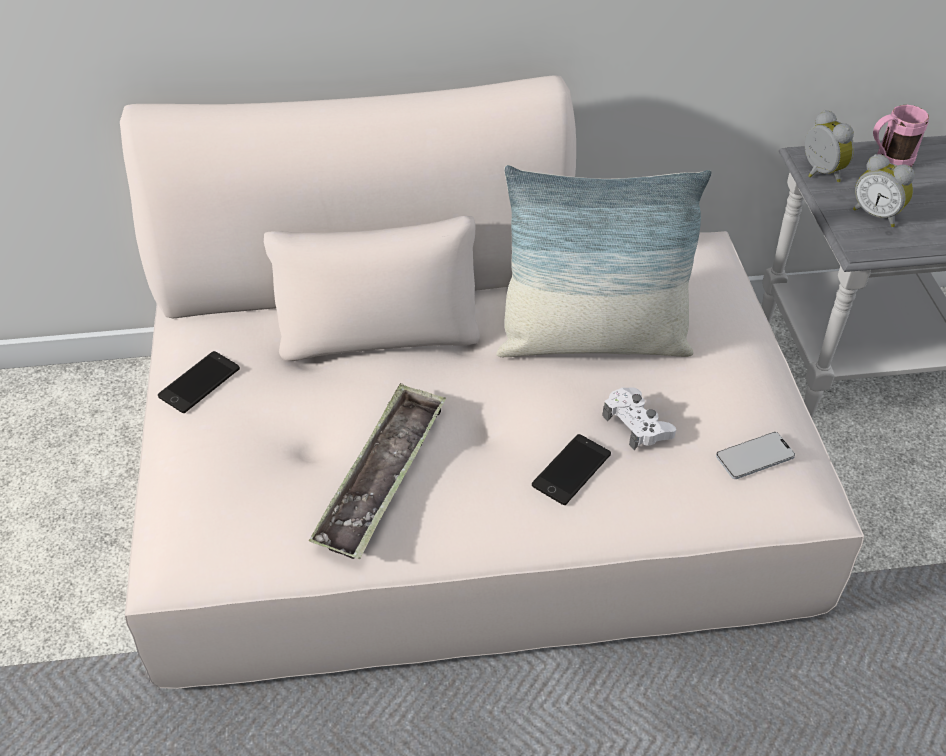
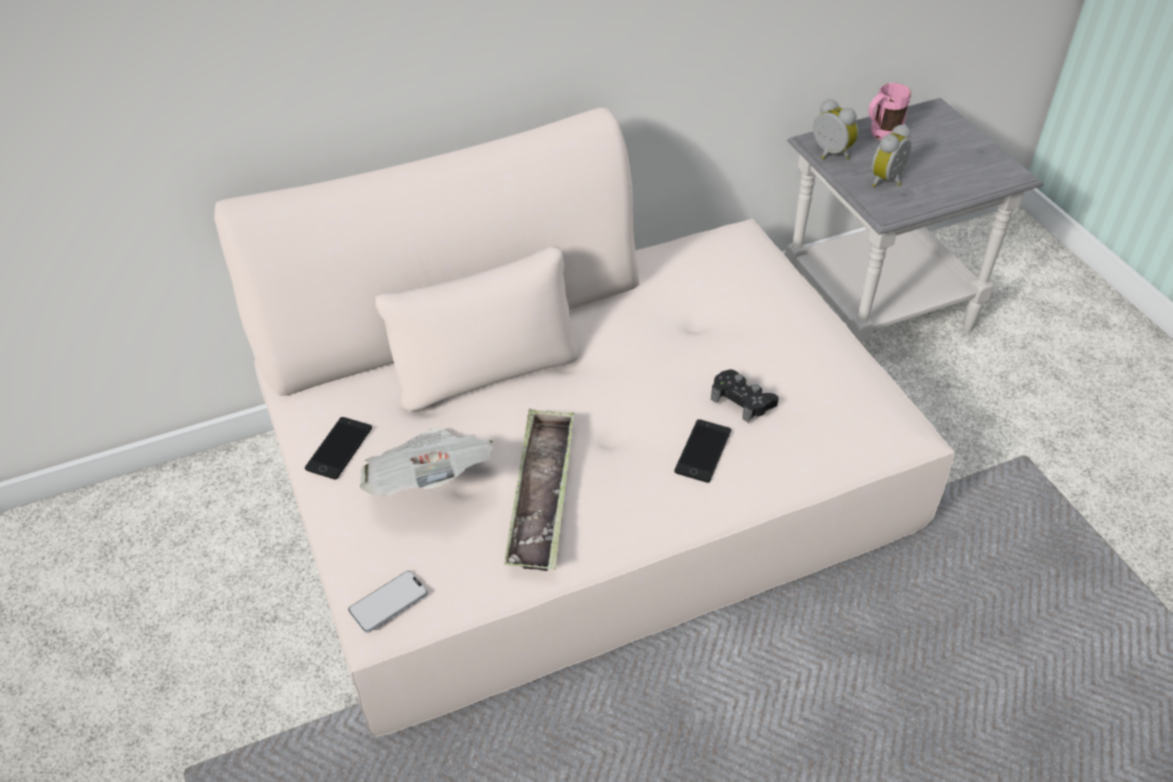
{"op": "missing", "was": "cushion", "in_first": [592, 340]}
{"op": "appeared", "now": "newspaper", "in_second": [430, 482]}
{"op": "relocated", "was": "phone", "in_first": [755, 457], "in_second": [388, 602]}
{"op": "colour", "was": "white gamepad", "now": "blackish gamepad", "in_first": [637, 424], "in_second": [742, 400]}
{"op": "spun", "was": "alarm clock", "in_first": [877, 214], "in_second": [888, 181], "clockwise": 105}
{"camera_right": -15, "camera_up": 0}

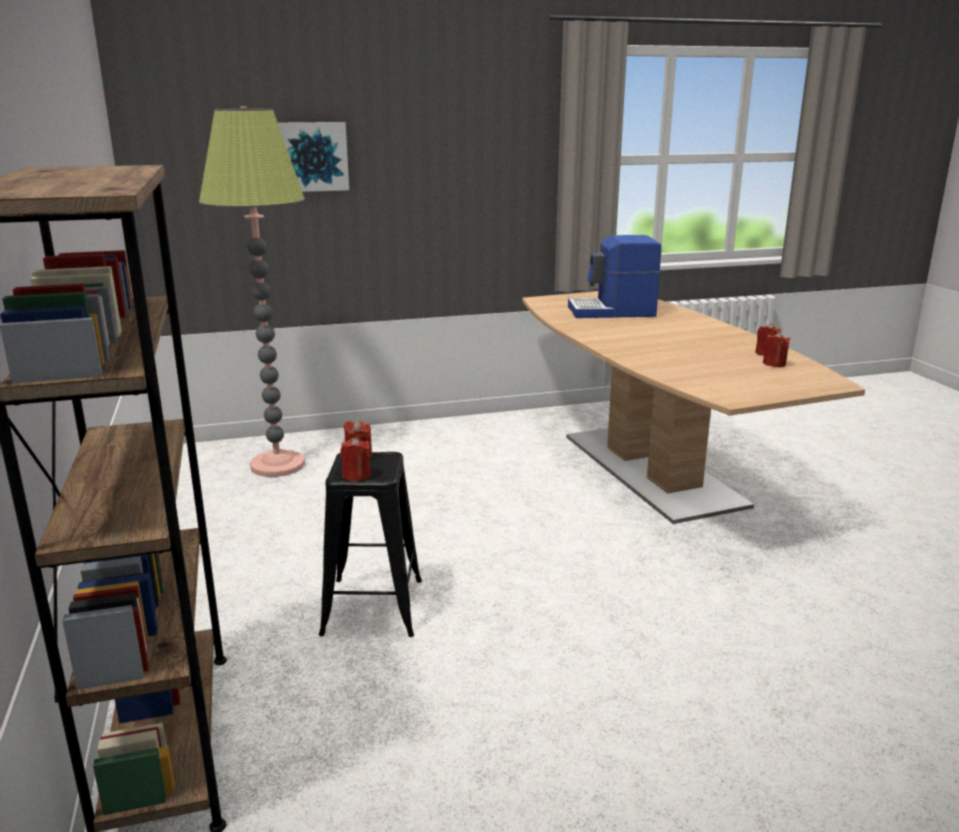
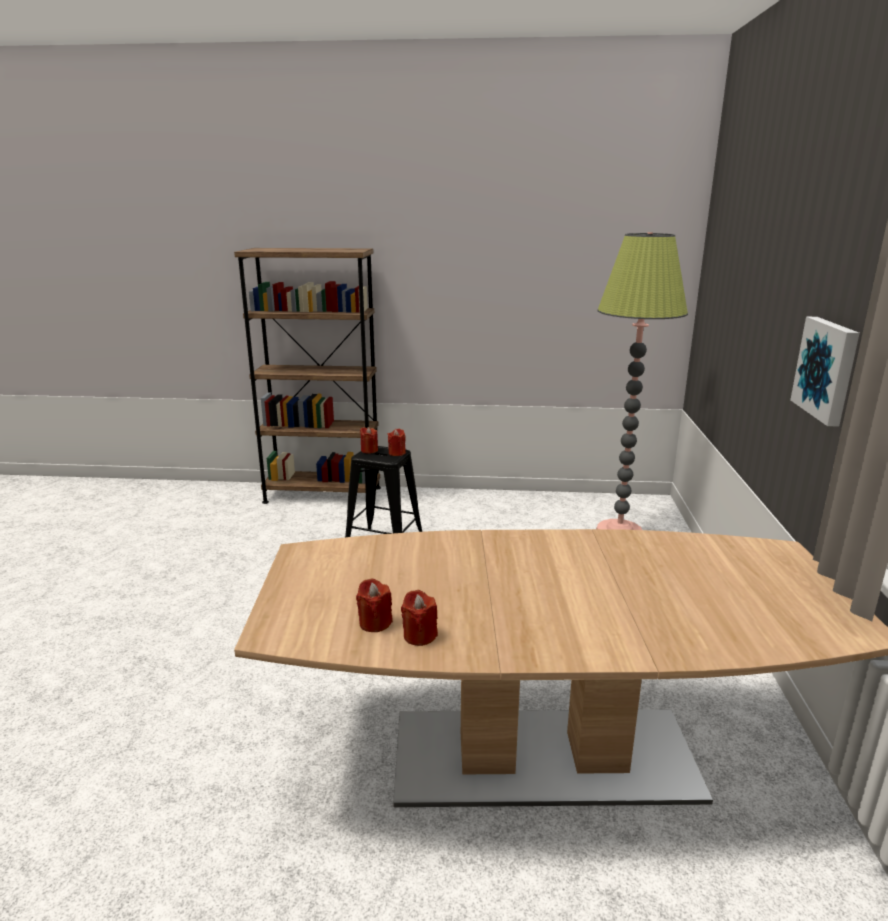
{"op": "missing", "was": "coffee maker", "in_first": [612, 312]}
{"op": "relocated", "was": "wall picture", "in_first": [313, 156], "in_second": [827, 369]}
{"camera_right": 110, "camera_up": 0}

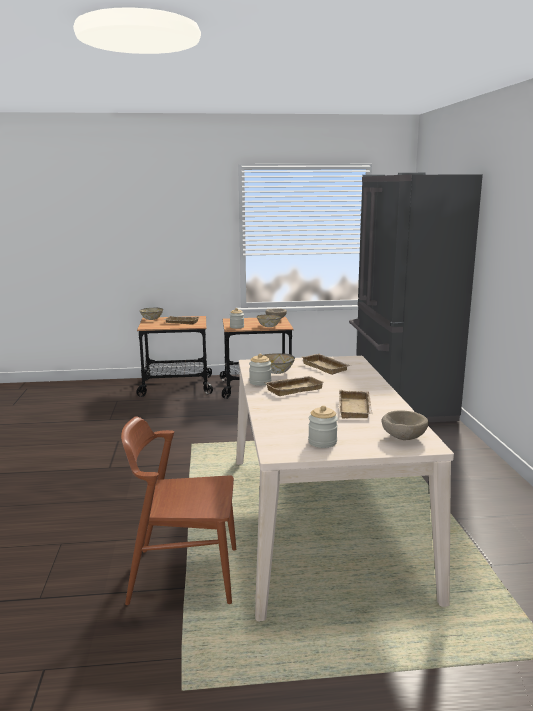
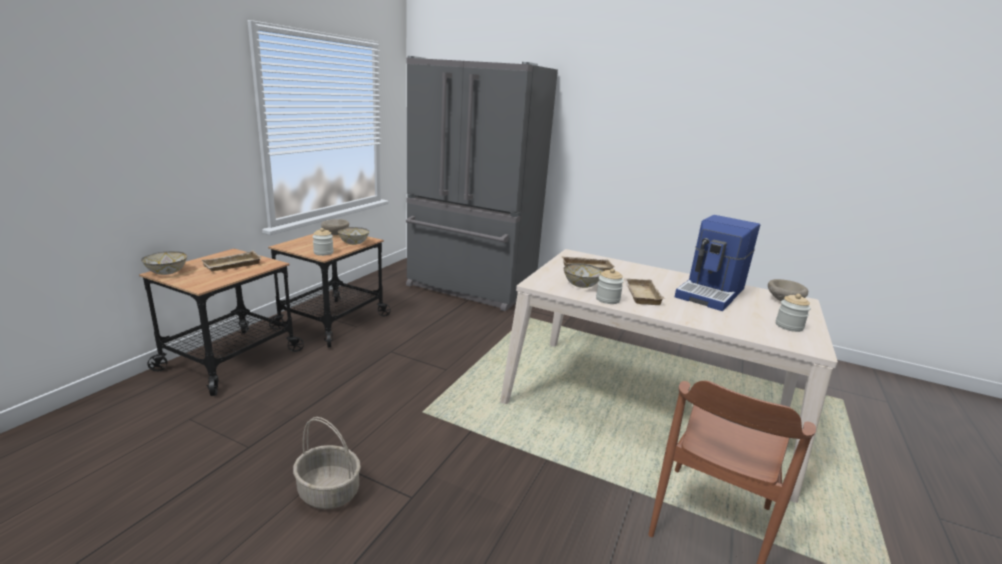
{"op": "appeared", "now": "storage basket", "in_second": [329, 492]}
{"op": "exchanged", "was": "beige carrying tray", "now": "coffee maker", "in_first": [356, 409], "in_second": [711, 293]}
{"camera_right": -60, "camera_up": 5}

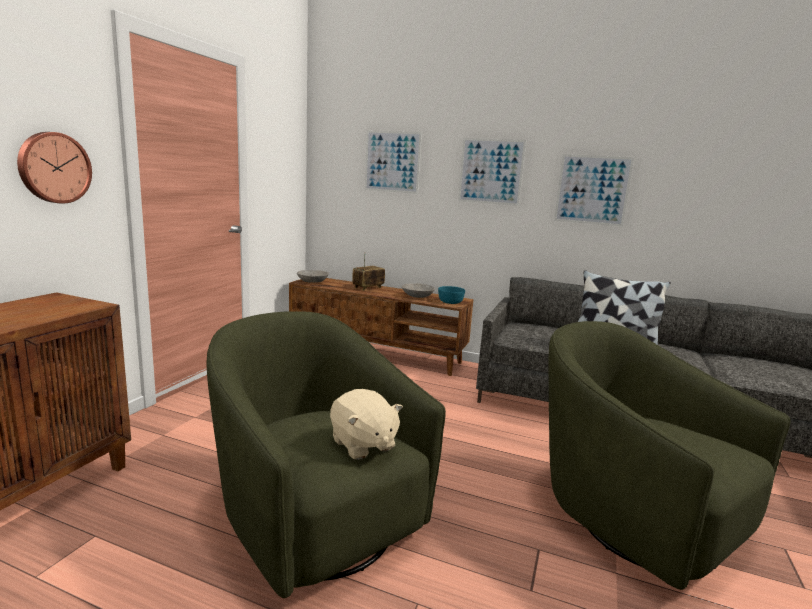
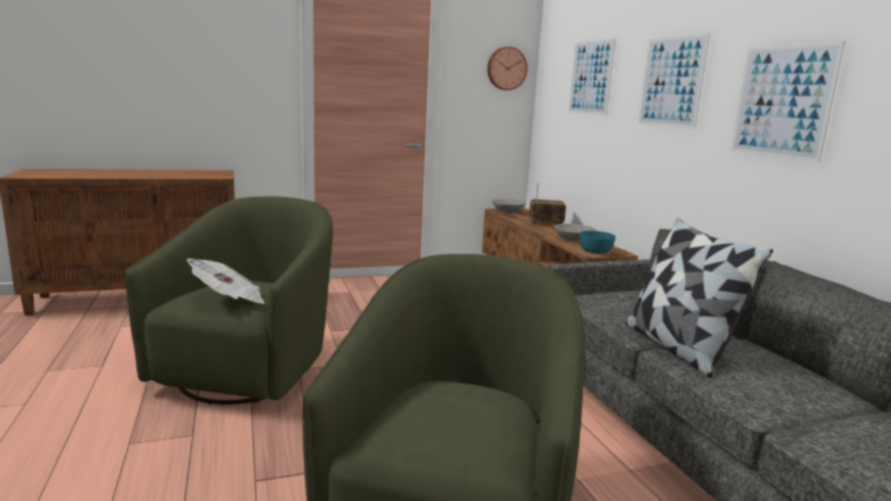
{"op": "relocated", "was": "wall clock", "in_first": [53, 168], "in_second": [506, 68]}
{"op": "exchanged", "was": "beige soft toy", "now": "newspaper", "in_first": [363, 444], "in_second": [229, 300]}
{"camera_right": 50, "camera_up": 0}

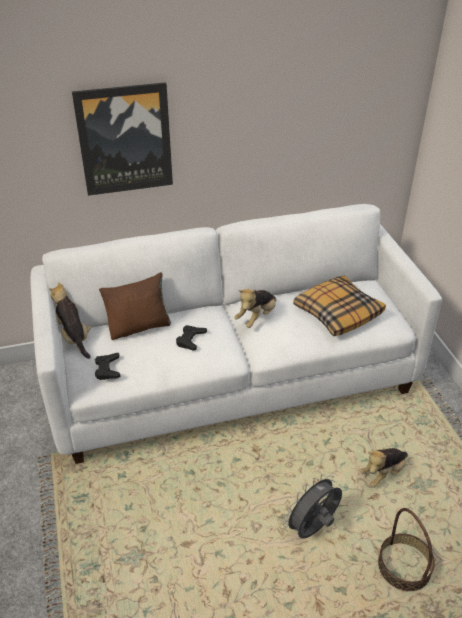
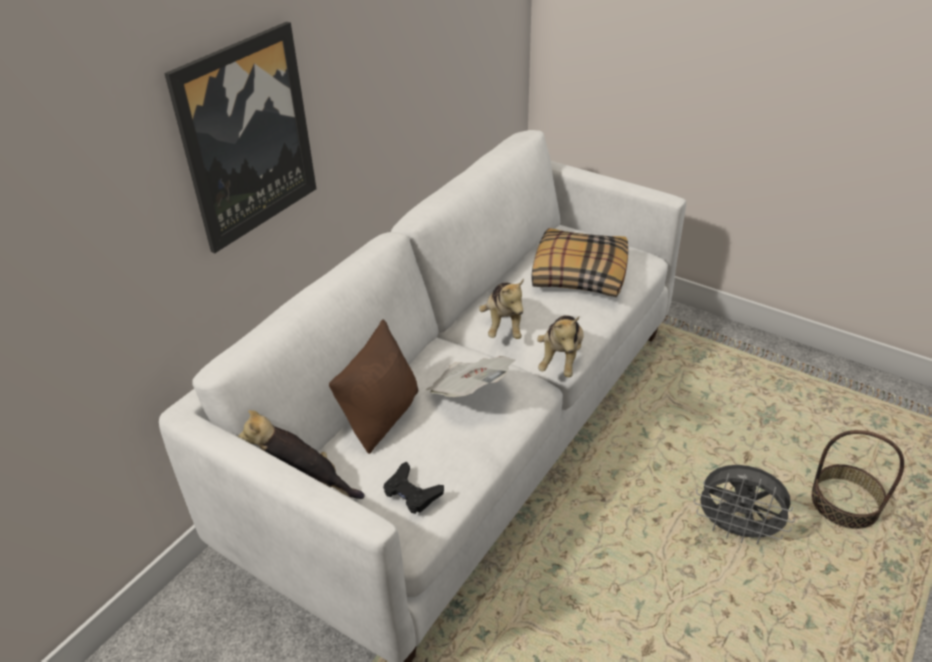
{"op": "relocated", "was": "soft toy", "in_first": [383, 473], "in_second": [561, 359]}
{"op": "exchanged", "was": "blackish gamepad", "now": "newspaper", "in_first": [190, 340], "in_second": [470, 392]}
{"op": "spun", "was": "greyish cooling fan", "in_first": [312, 529], "in_second": [736, 530], "clockwise": -75}
{"camera_right": -40, "camera_up": 0}

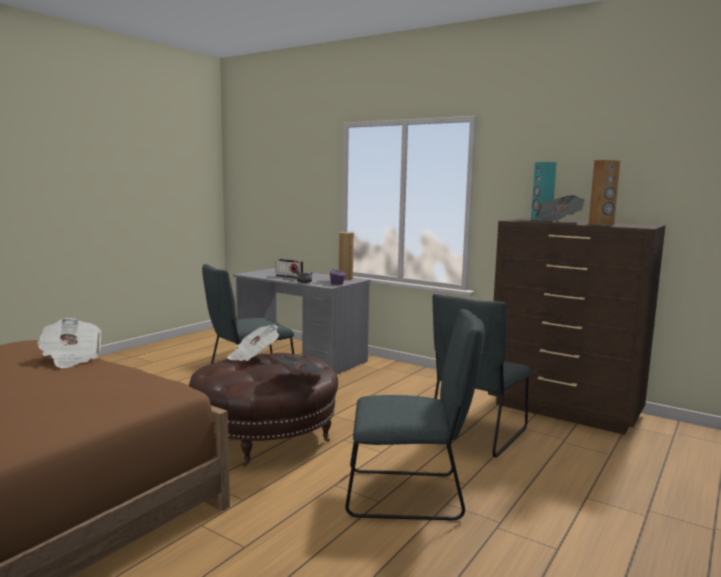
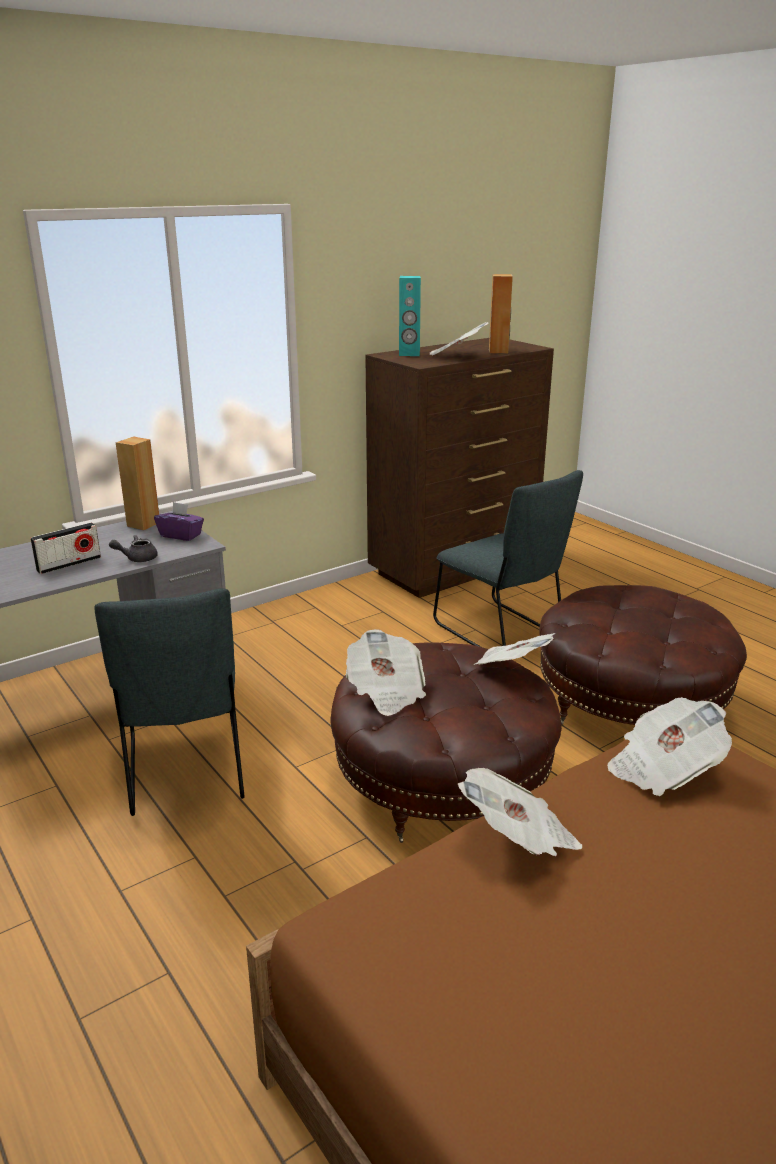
{"op": "appeared", "now": "newspaper", "in_second": [663, 769]}
{"op": "exchanged", "was": "greyish chair", "now": "brown pouffe", "in_first": [410, 495], "in_second": [630, 704]}
{"camera_right": -70, "camera_up": 15}

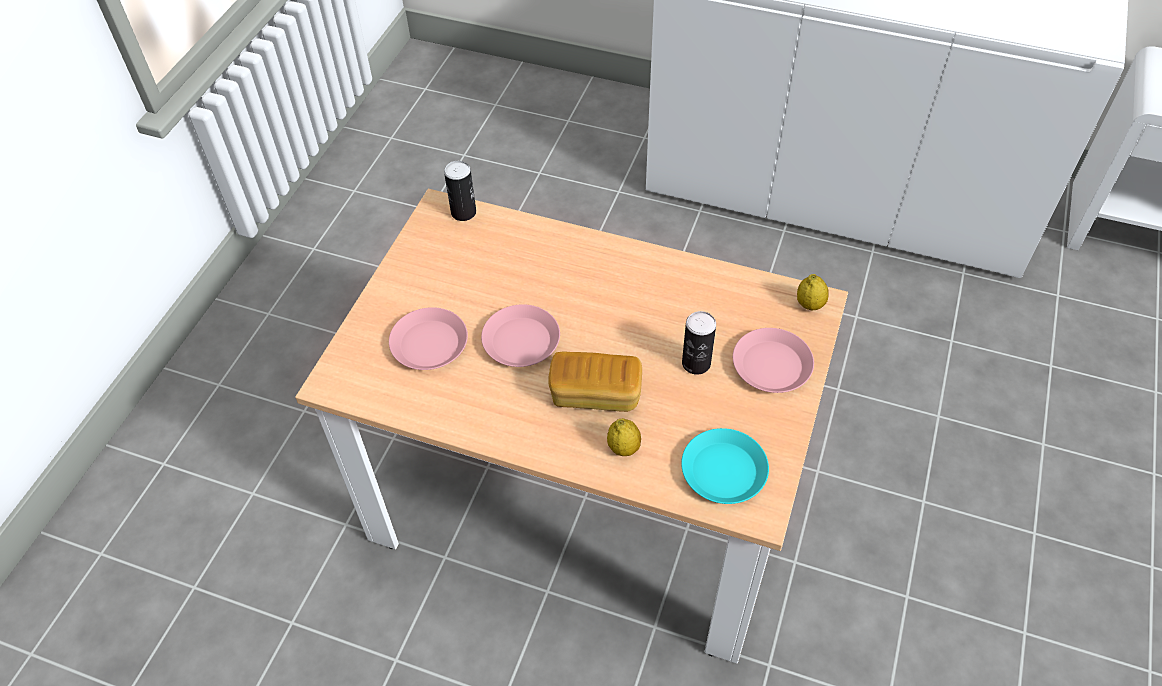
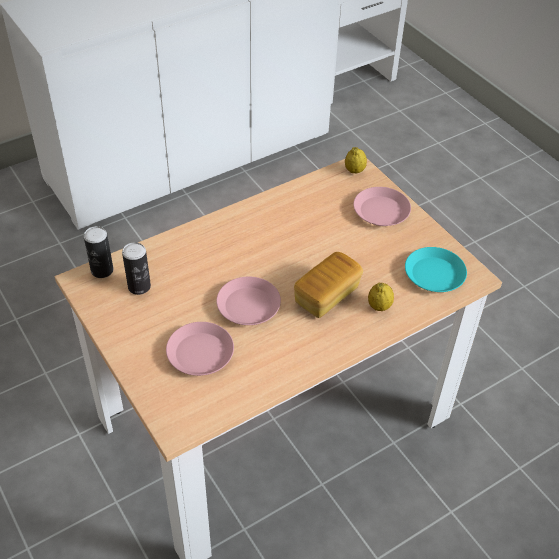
{"op": "relocated", "was": "metal can", "in_first": [696, 363], "in_second": [139, 286]}
{"camera_right": -55, "camera_up": -5}

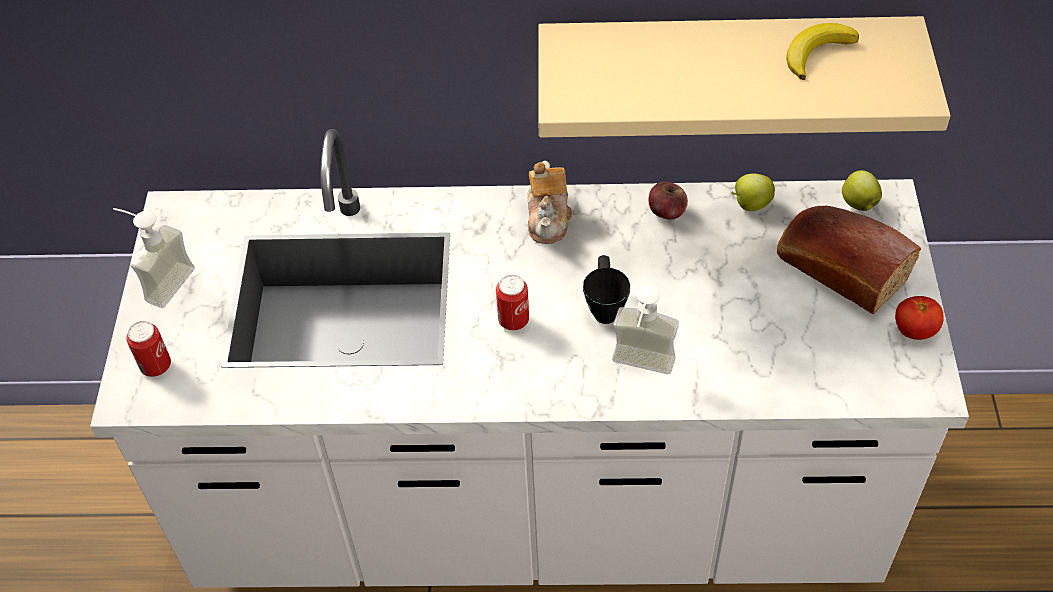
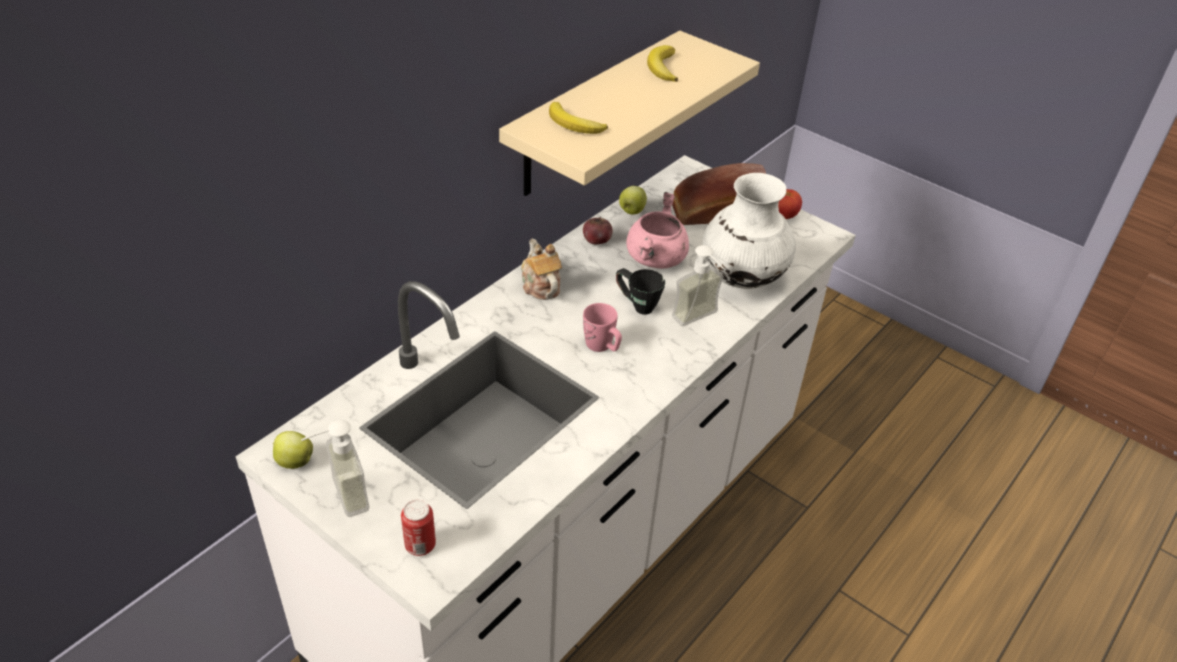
{"op": "appeared", "now": "banana", "in_second": [574, 124]}
{"op": "appeared", "now": "pink cooking pot", "in_second": [656, 259]}
{"op": "appeared", "now": "white flower vase", "in_second": [742, 277]}
{"op": "relocated", "was": "whole apple", "in_first": [858, 202], "in_second": [294, 461]}
{"op": "exchanged", "was": "metal can", "now": "pink mug", "in_first": [513, 321], "in_second": [602, 346]}
{"op": "spun", "was": "teapot", "in_first": [549, 218], "in_second": [540, 285], "clockwise": -150}
{"camera_right": -55, "camera_up": -10}

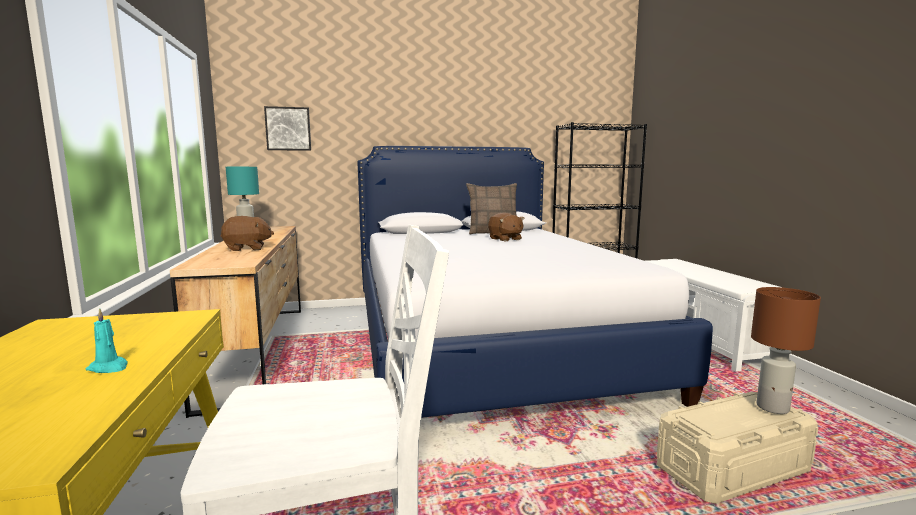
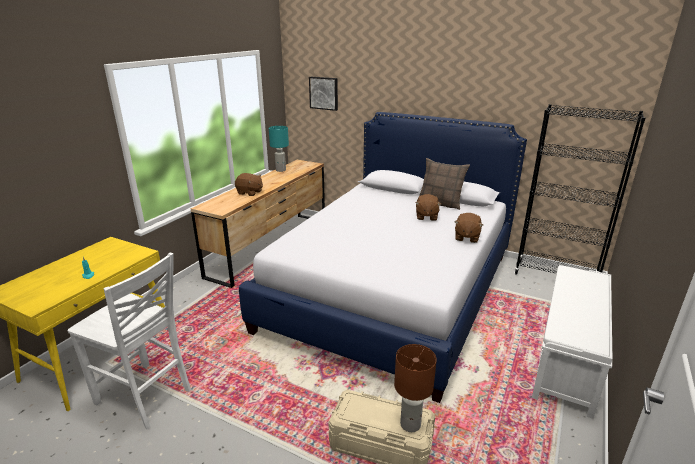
{"op": "appeared", "now": "brown soft toy", "in_second": [466, 237]}
{"camera_right": 40, "camera_up": 15}

